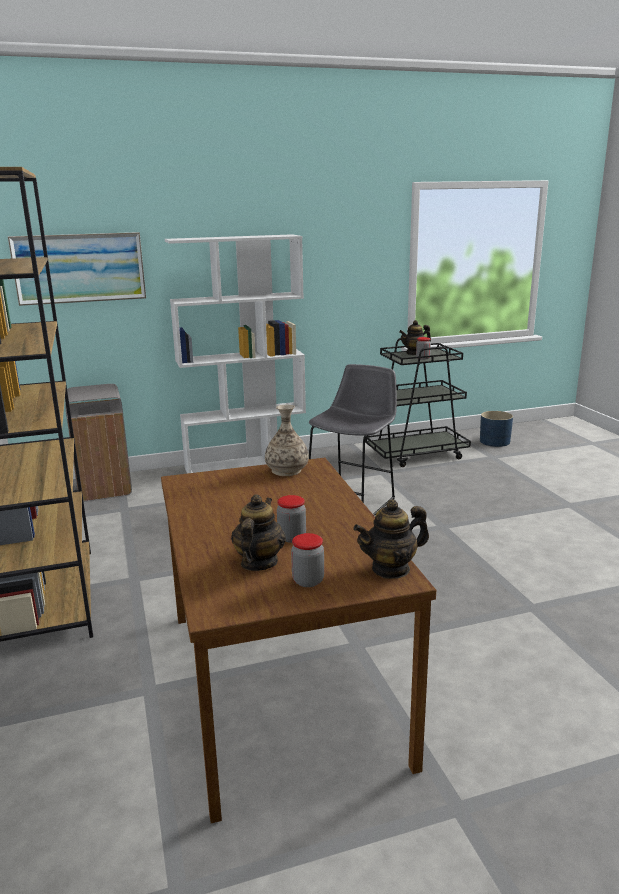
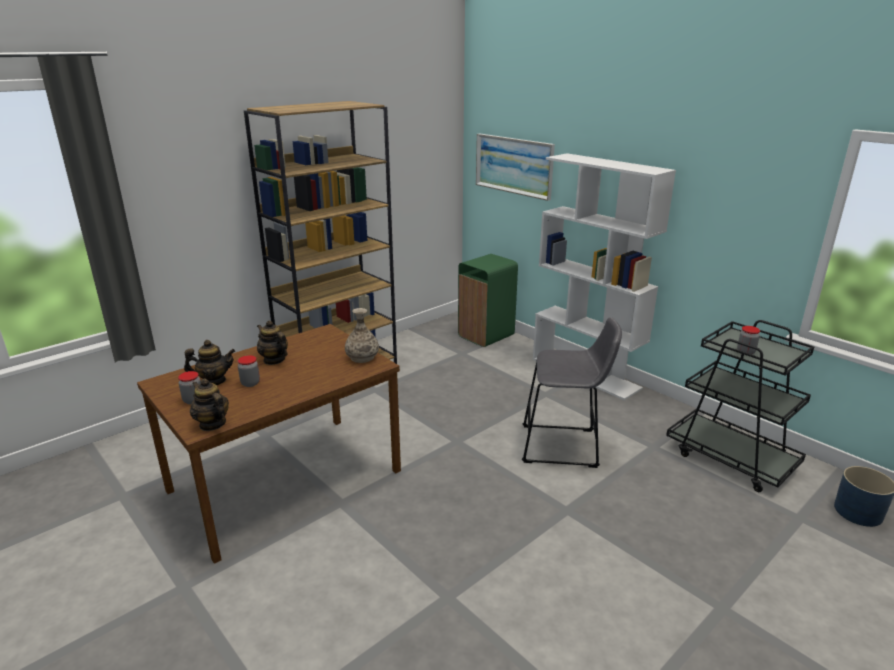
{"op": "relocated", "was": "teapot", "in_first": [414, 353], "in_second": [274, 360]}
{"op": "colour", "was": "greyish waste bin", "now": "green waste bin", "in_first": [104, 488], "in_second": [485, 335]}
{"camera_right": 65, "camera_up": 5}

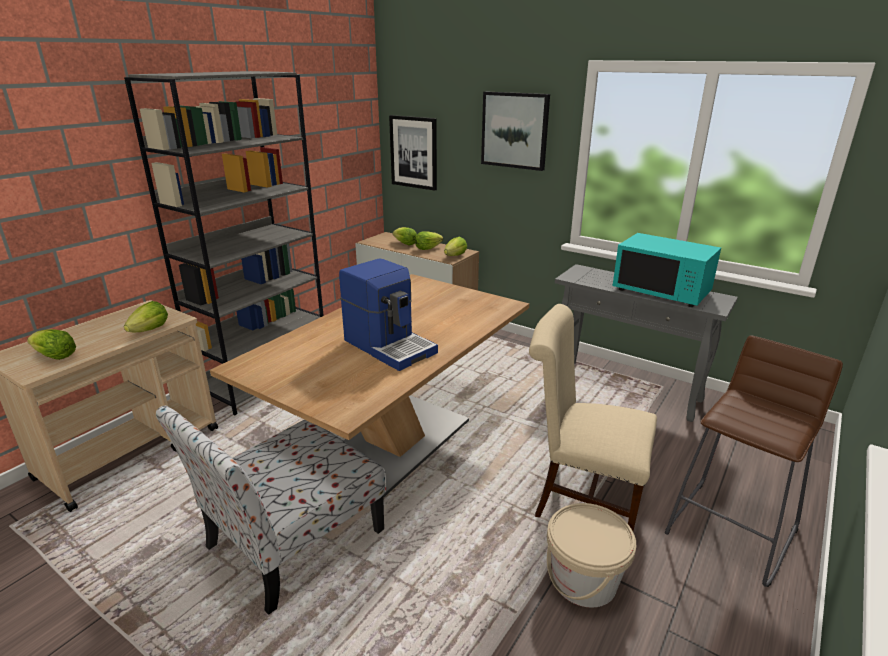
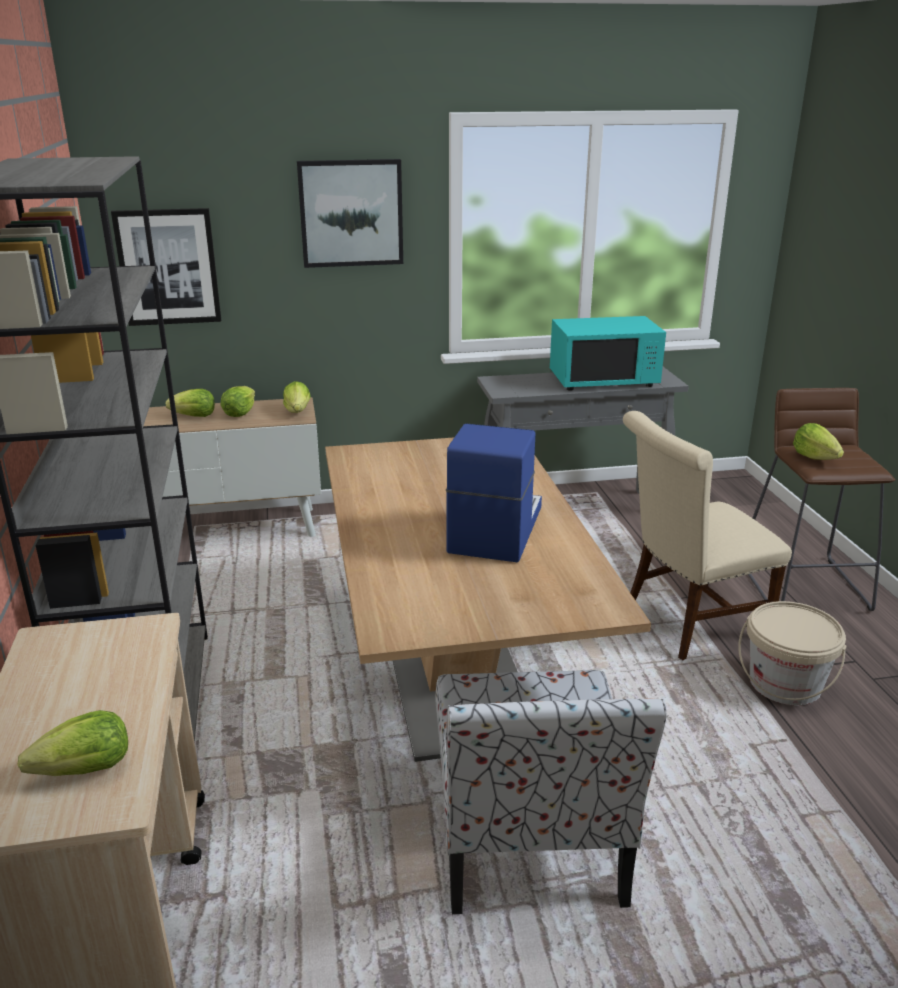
{"op": "relocated", "was": "lettuce", "in_first": [150, 330], "in_second": [814, 457]}
{"op": "spun", "was": "coffee maker", "in_first": [390, 346], "in_second": [493, 530], "clockwise": -75}
{"camera_right": -45, "camera_up": 0}

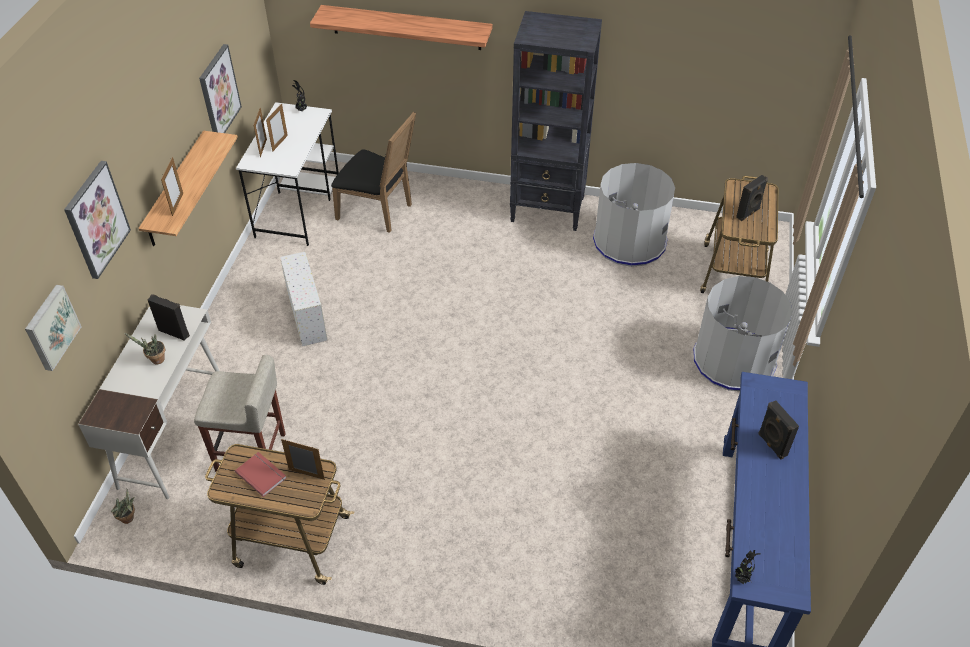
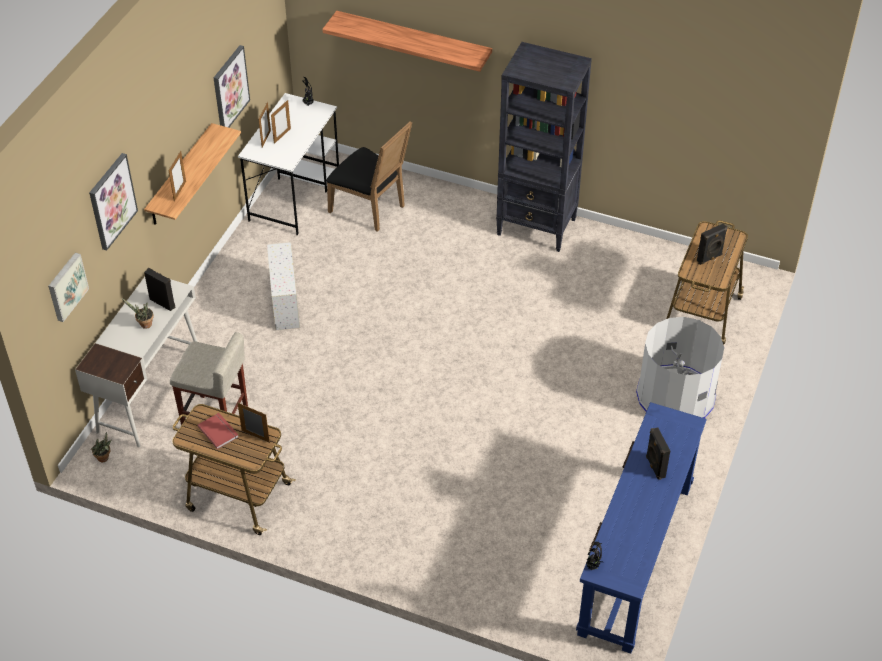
{"op": "missing", "was": "greyish waste bin", "in_first": [629, 242]}
{"camera_right": 10, "camera_up": 0}

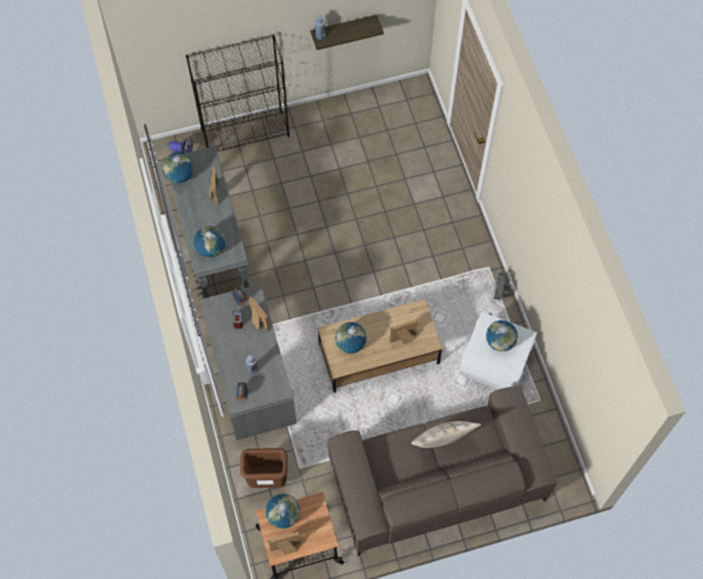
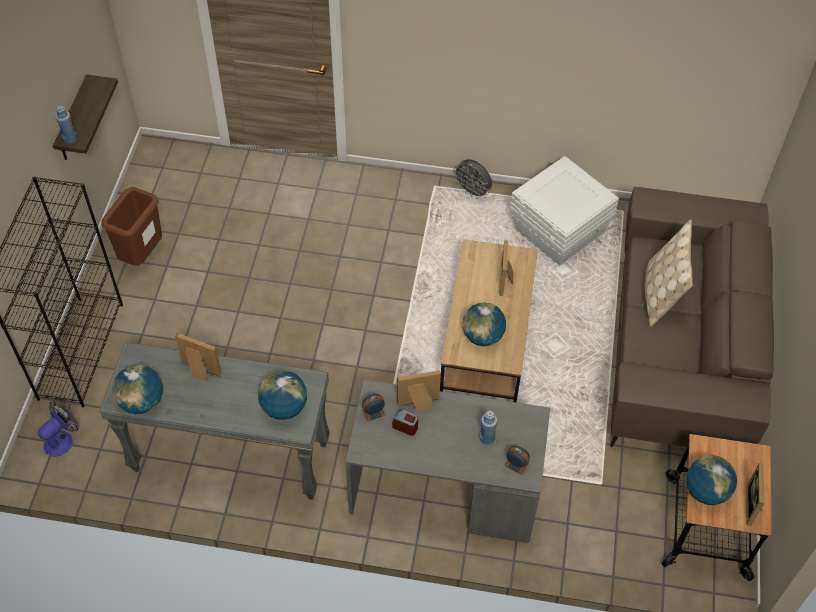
{"op": "missing", "was": "globe", "in_first": [500, 342]}
{"op": "relocated", "was": "brown waste bin", "in_first": [267, 479], "in_second": [142, 255]}
{"camera_right": -65, "camera_up": -10}

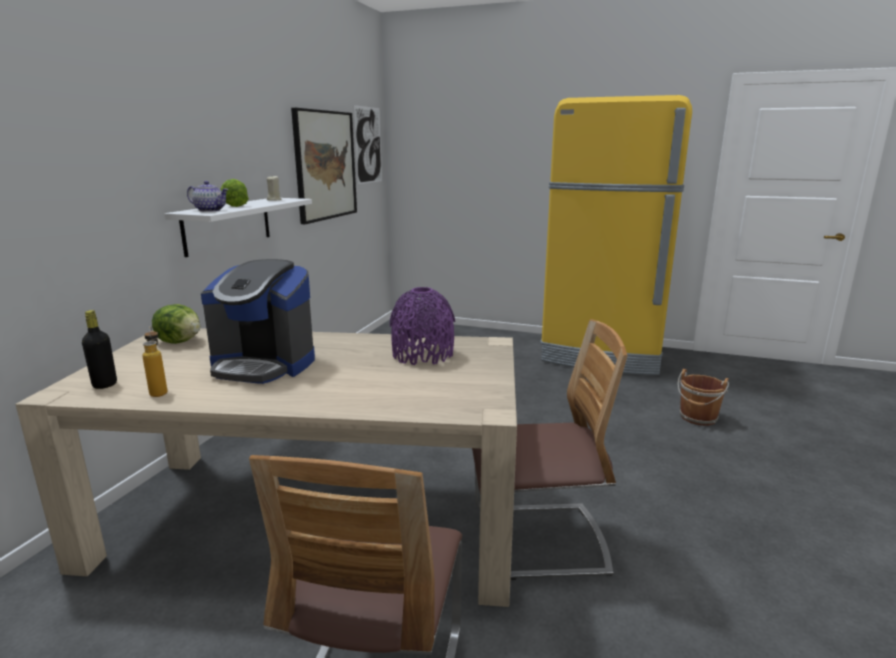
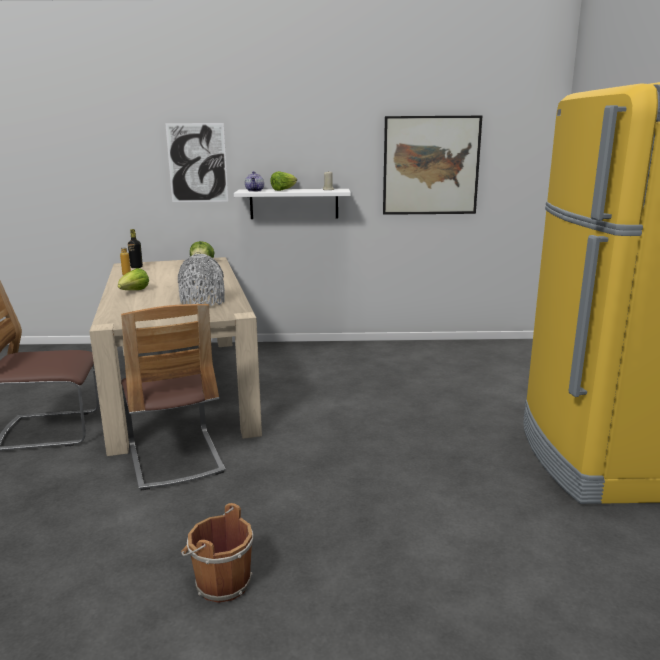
{"op": "missing", "was": "coffee maker", "in_first": [263, 365]}
{"op": "appeared", "now": "lettuce", "in_second": [134, 291]}
{"op": "relocated", "was": "wall picture", "in_first": [368, 145], "in_second": [197, 163]}
{"op": "relocated", "was": "brown pail", "in_first": [698, 418], "in_second": [220, 583]}
{"op": "colour", "was": "purple flower vase", "now": "greyish flower vase", "in_first": [423, 355], "in_second": [202, 302]}
{"camera_right": 70, "camera_up": 0}

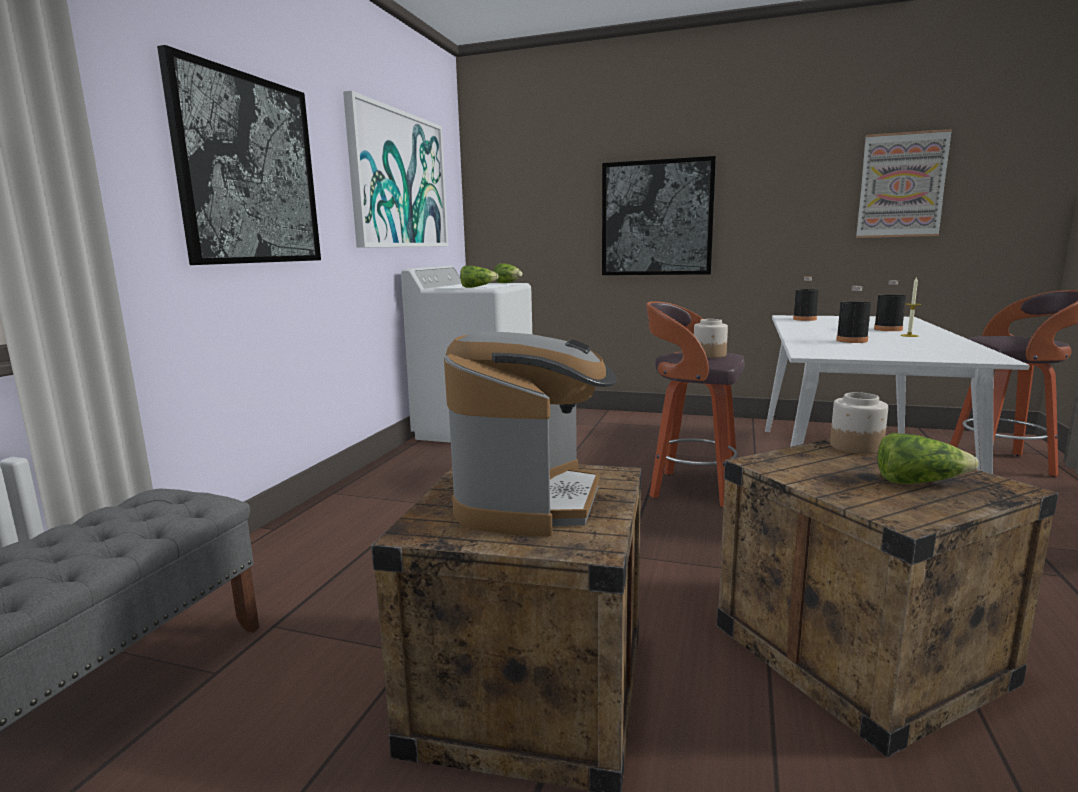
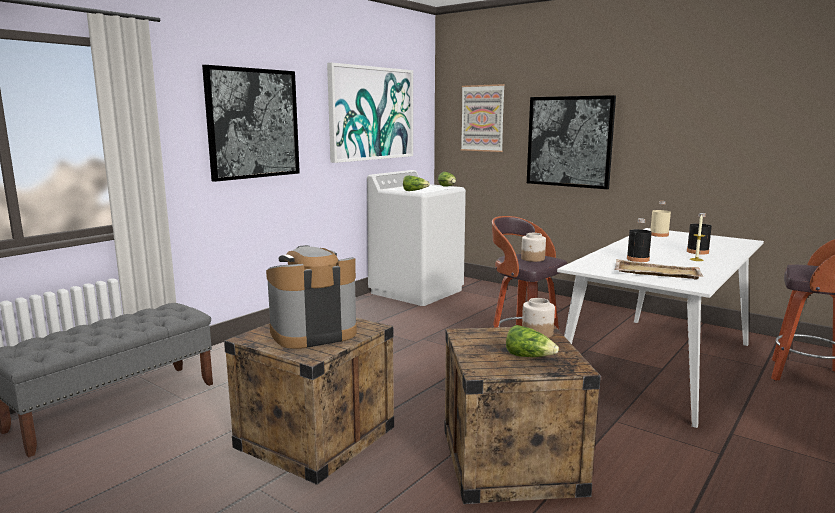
{"op": "appeared", "now": "beige carrying tray", "in_second": [656, 272]}
{"op": "relocated", "was": "wall picture", "in_first": [901, 185], "in_second": [482, 118]}
{"op": "colour", "was": "blackish beverage bottle", "now": "beige beverage bottle", "in_first": [804, 319], "in_second": [659, 235]}
{"op": "spun", "was": "coffee maker", "in_first": [531, 501], "in_second": [313, 333], "clockwise": -150}
{"camera_right": 20, "camera_up": 0}

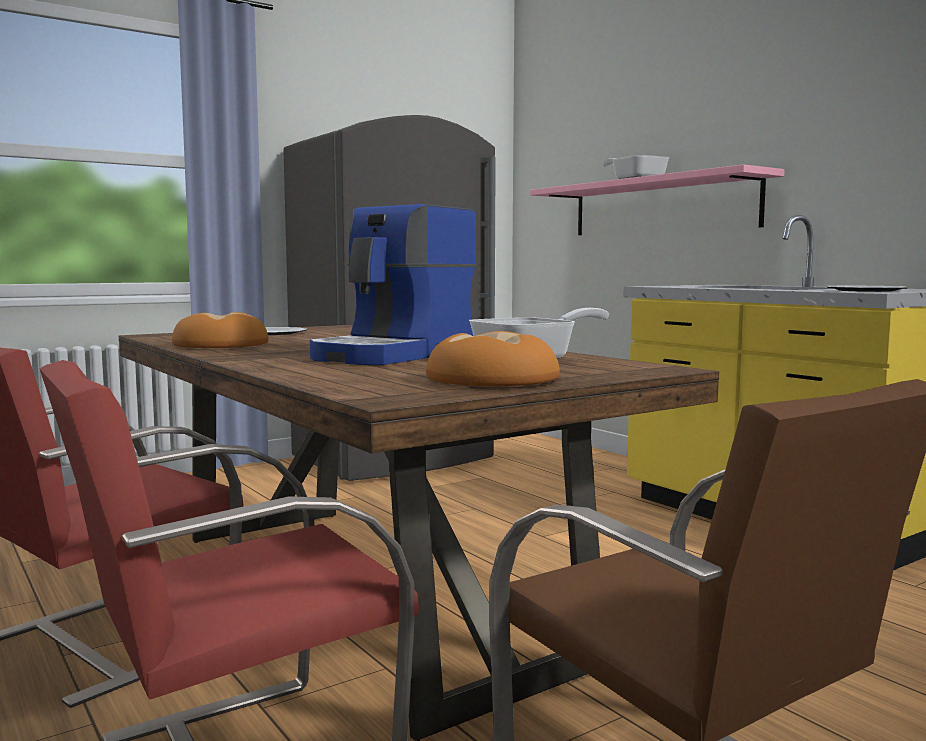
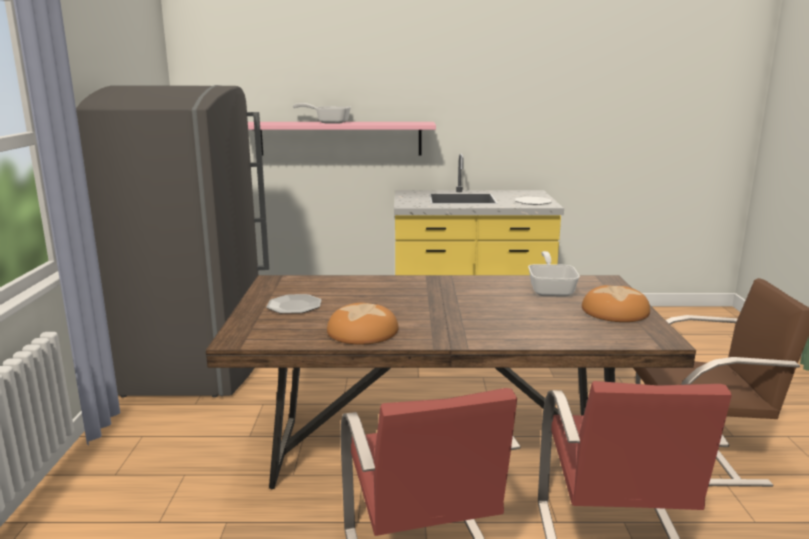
{"op": "missing", "was": "coffee maker", "in_first": [395, 355]}
{"camera_right": -55, "camera_up": 10}

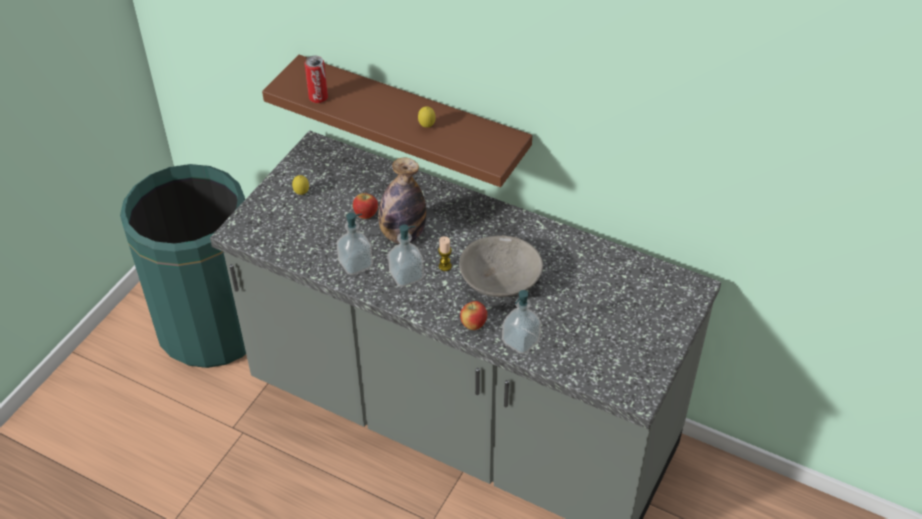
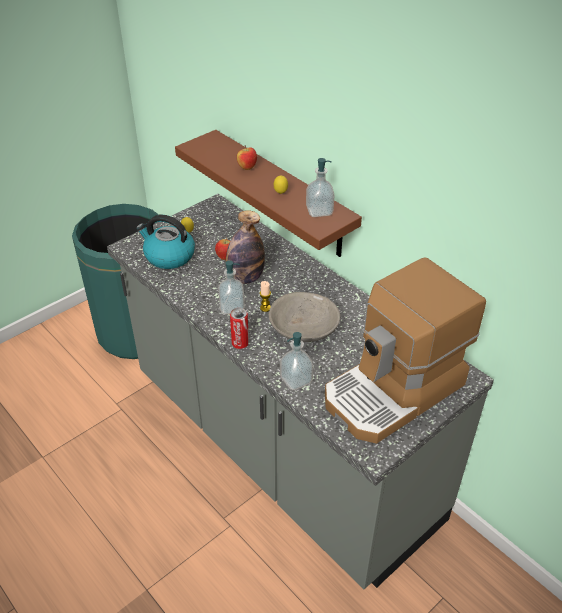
{"op": "appeared", "now": "water kettle", "in_second": [168, 256]}
{"op": "appeared", "now": "coffee maker", "in_second": [394, 392]}
{"op": "relocated", "was": "metal can", "in_first": [318, 98], "in_second": [240, 343]}
{"op": "relocated", "was": "soap bottle", "in_first": [355, 264], "in_second": [319, 211]}
{"op": "relocated", "was": "whole apple", "in_first": [473, 325], "in_second": [247, 168]}
{"camera_right": 20, "camera_up": -5}

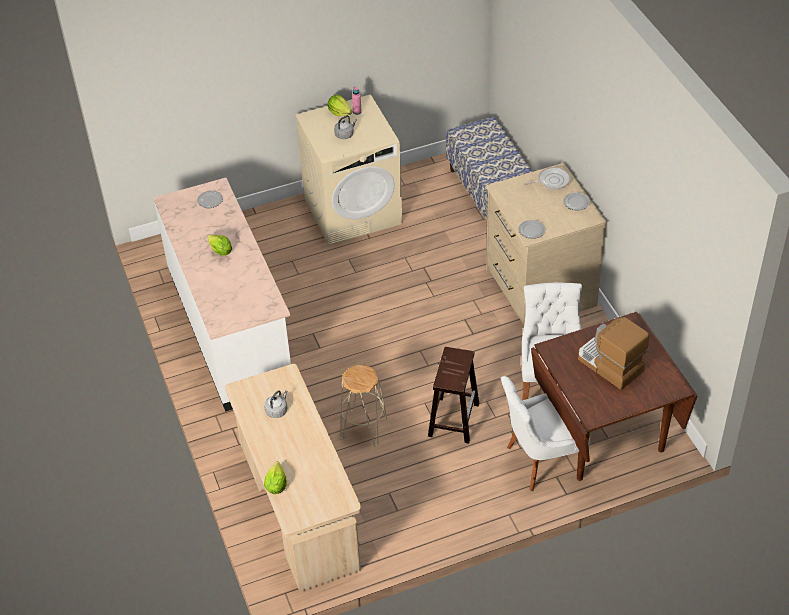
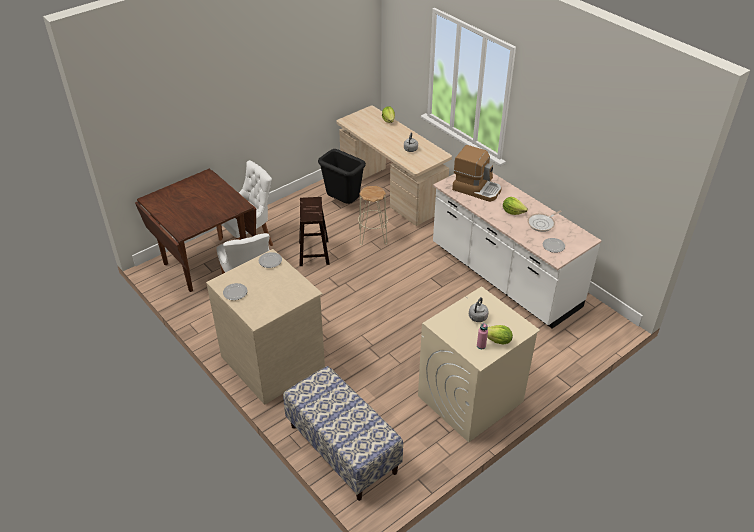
{"op": "appeared", "now": "blackish waste bin", "in_second": [343, 203]}
{"op": "relocated", "was": "pan", "in_first": [551, 181], "in_second": [542, 224]}
{"op": "relocated", "was": "coffee maker", "in_first": [609, 365], "in_second": [477, 189]}
{"camera_right": 160, "camera_up": -5}

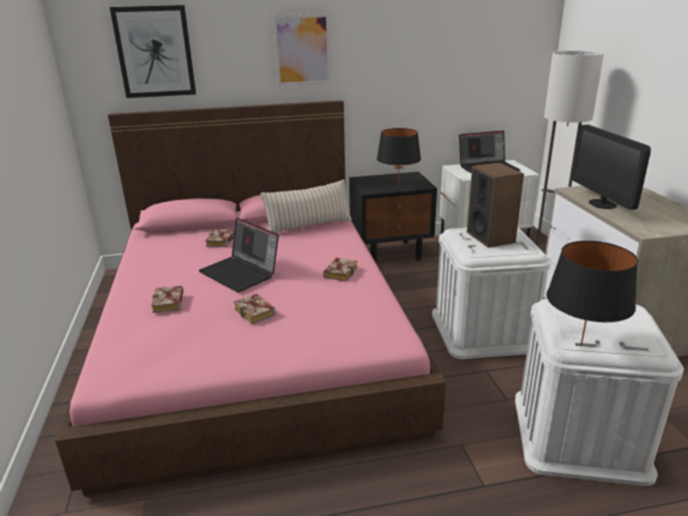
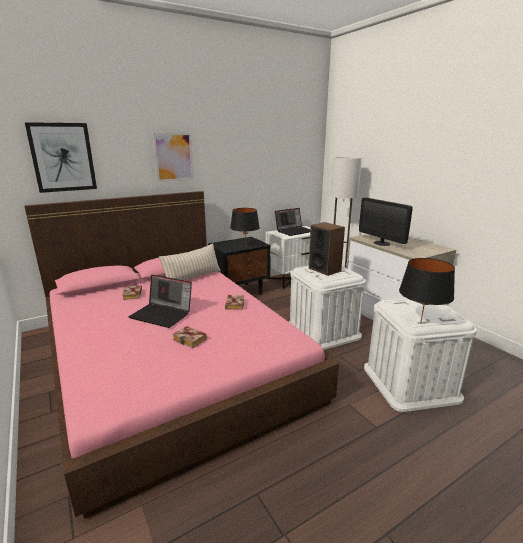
{"op": "missing", "was": "volume", "in_first": [169, 303]}
{"camera_right": -20, "camera_up": -5}

